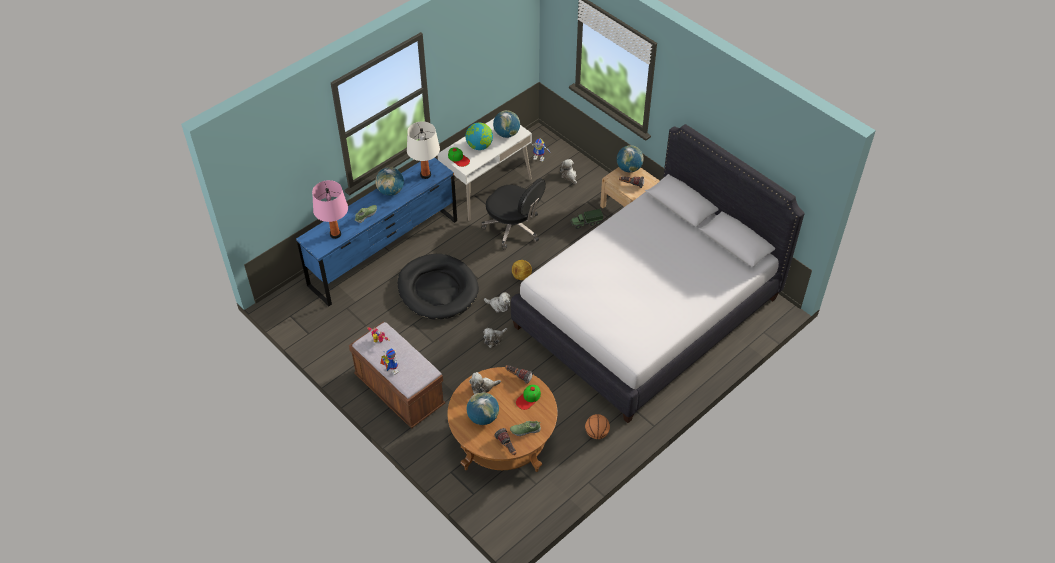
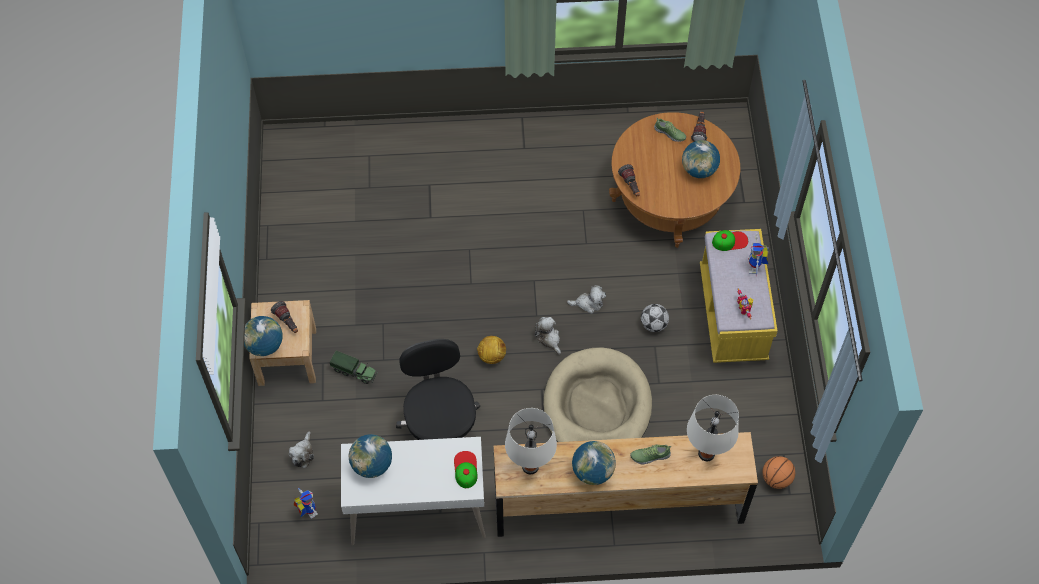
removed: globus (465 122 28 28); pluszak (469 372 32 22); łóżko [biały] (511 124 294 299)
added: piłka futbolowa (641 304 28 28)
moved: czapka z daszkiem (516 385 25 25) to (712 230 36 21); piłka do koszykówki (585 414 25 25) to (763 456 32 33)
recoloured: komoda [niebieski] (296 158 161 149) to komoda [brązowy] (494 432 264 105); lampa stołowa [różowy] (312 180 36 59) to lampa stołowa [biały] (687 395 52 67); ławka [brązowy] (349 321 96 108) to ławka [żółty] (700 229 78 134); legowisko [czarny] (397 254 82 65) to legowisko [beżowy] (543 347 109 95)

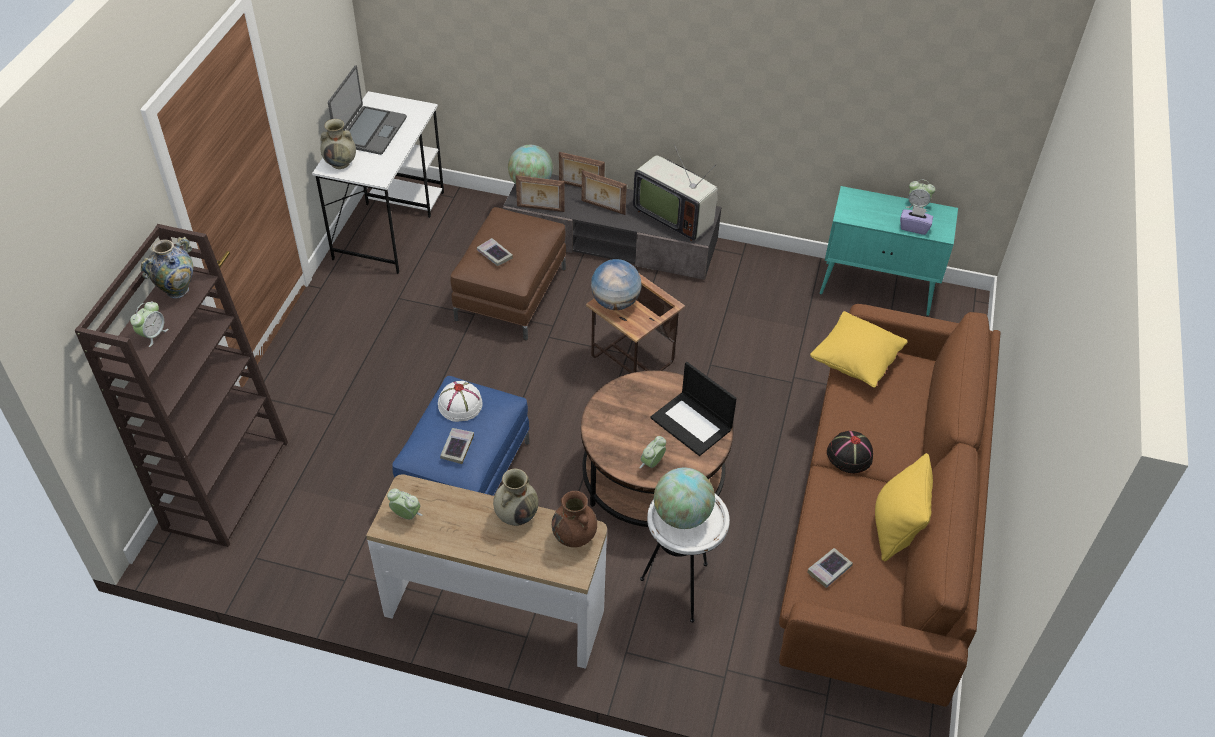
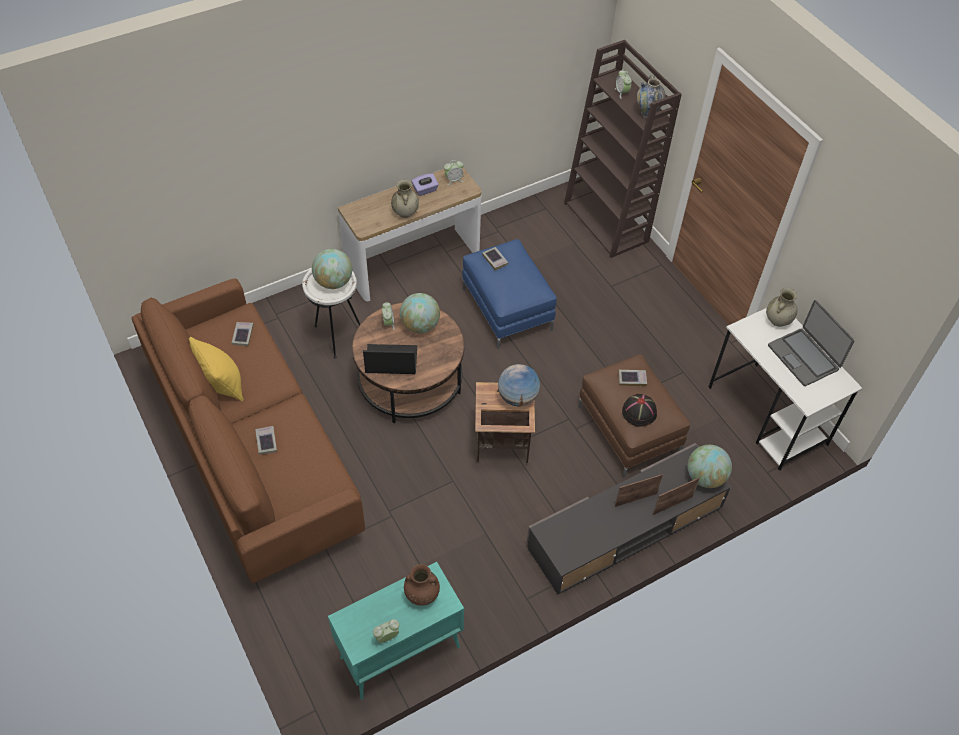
removed: kapelusz [biały] (438 381 45 41); ramka na zdjęcie (516 175 49 37); telewizor (633 145 85 96); poduszka [żółty] (810 311 97 77)
added: książka (255 426 22 29); globus (400 293 40 40)
moved: wazon [brązowy] (552 491 45 56) to (404 564 36 42); kapelusz [czarny] (827 431 46 42) to (622 394 35 33); pudełko chusteczek [fioletowy] (900 206 33 29) to (411 173 28 23)

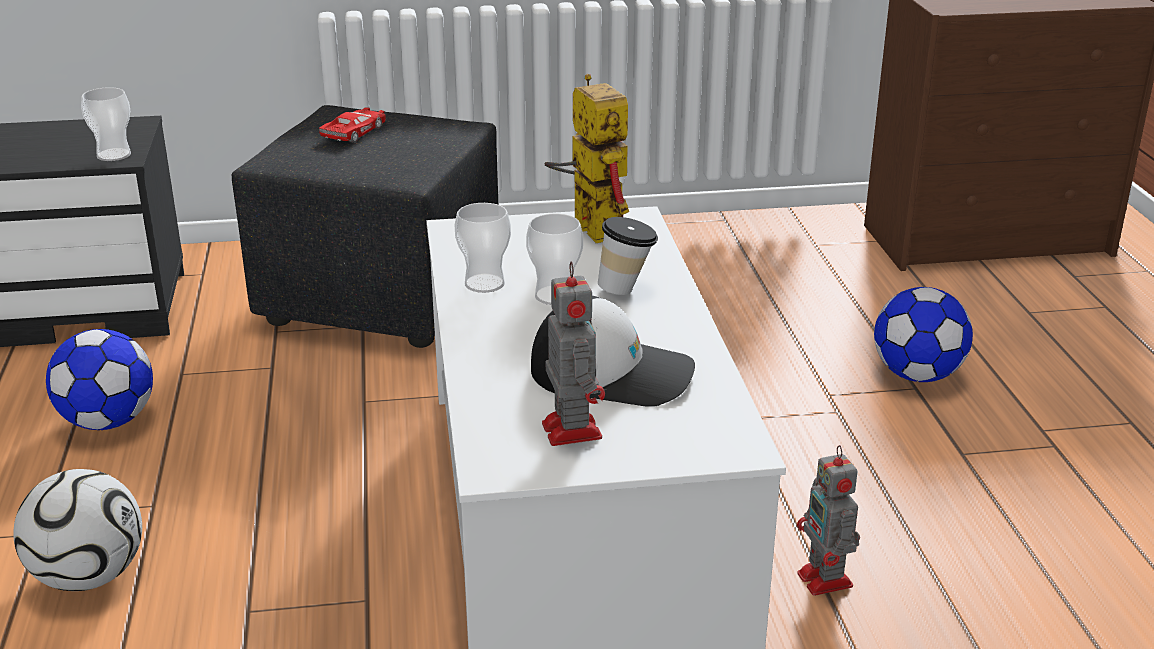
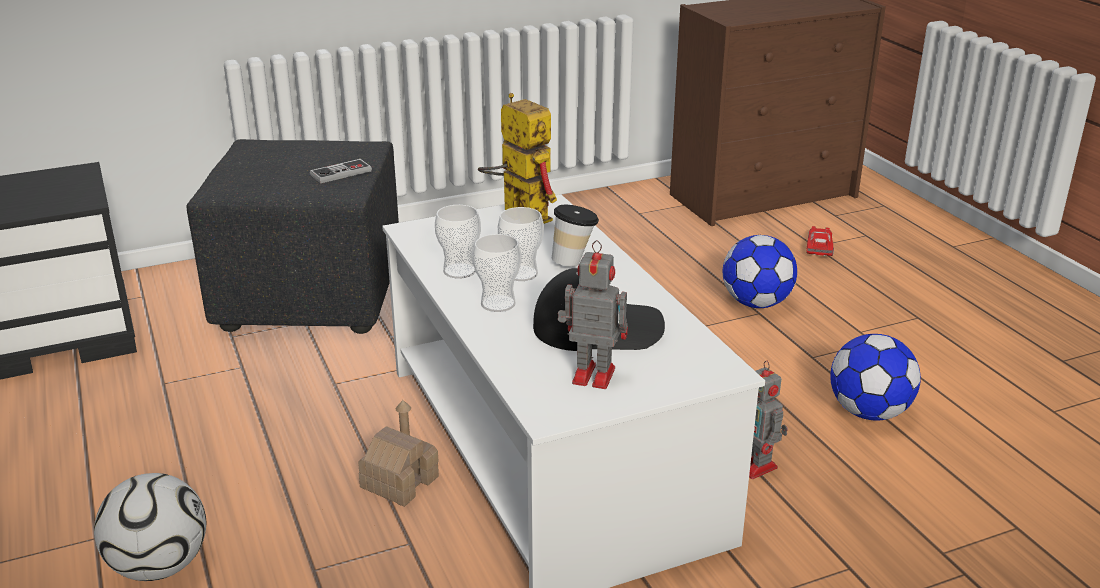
added: pad do gier (310 159 62 24); domek (358 400 81 107)
moved: piłka futbolowa (46 329 107 101) to (830 334 91 87); filiżanka (81 87 50 74) to (473 234 48 78); samochodzik [czerwony] (319 107 67 36) to (806 226 28 30)
turned: robot zabawkowy (542 261 63 185) = (558 240 70 149) 45 degrees counterclockwise

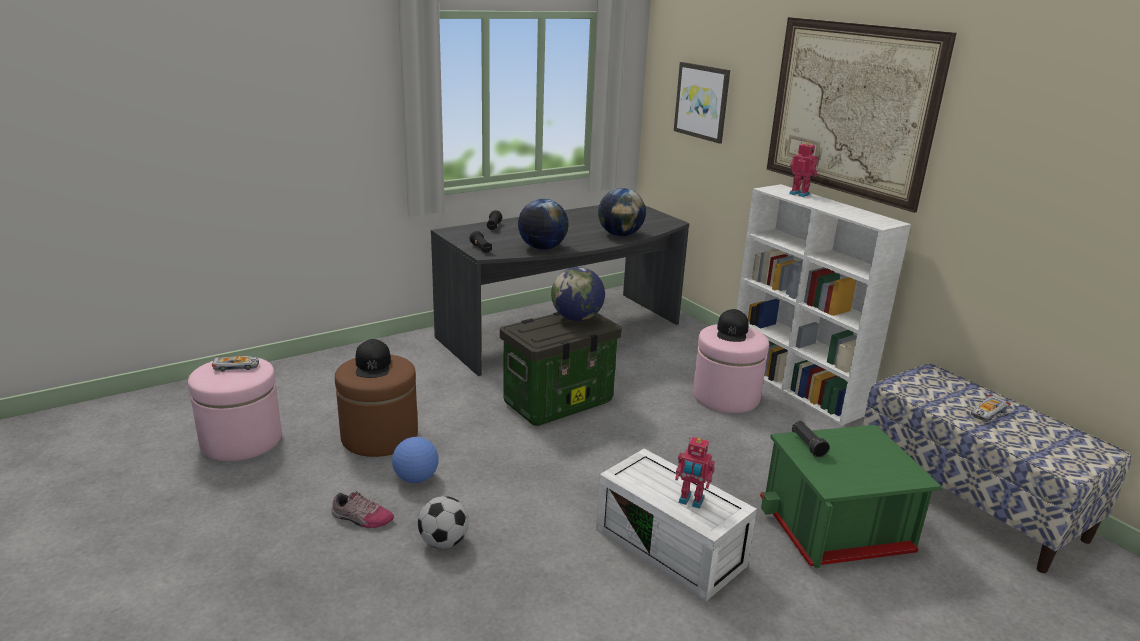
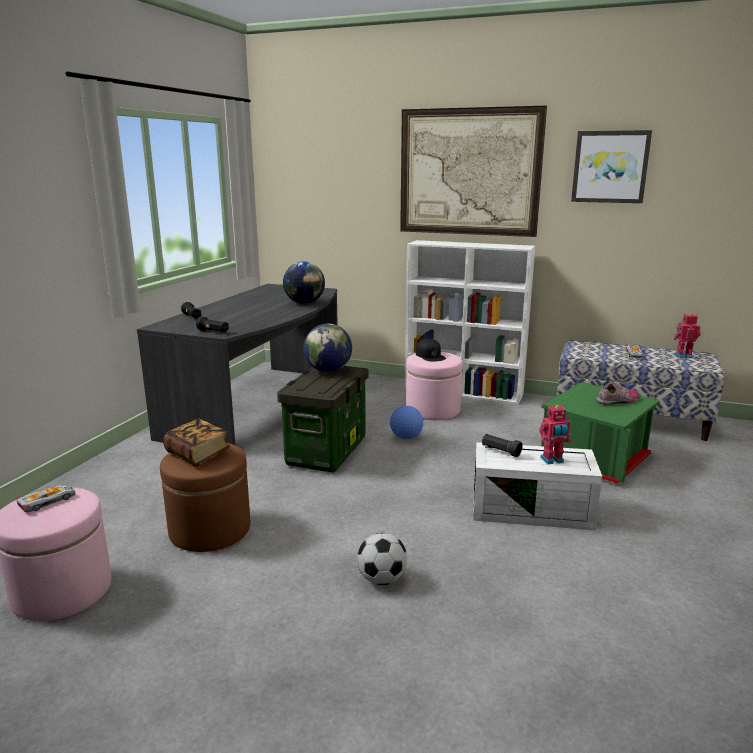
removed: globus (518 199 51 51)
moved: but (332 491 62 37) to (596 382 43 23); piłka futbolowa (392 437 47 46) to (390 406 33 33); obraz (674 62 56 82) to (571 130 81 73); robot zabawkowy (789 142 29 55) to (674 313 27 45); latarka [czarny] (792 421 38 36) to (482 434 41 23)
replaced: czapka z daszkiem [czarny] (356 339 35 39) to książka (163 419 67 47)

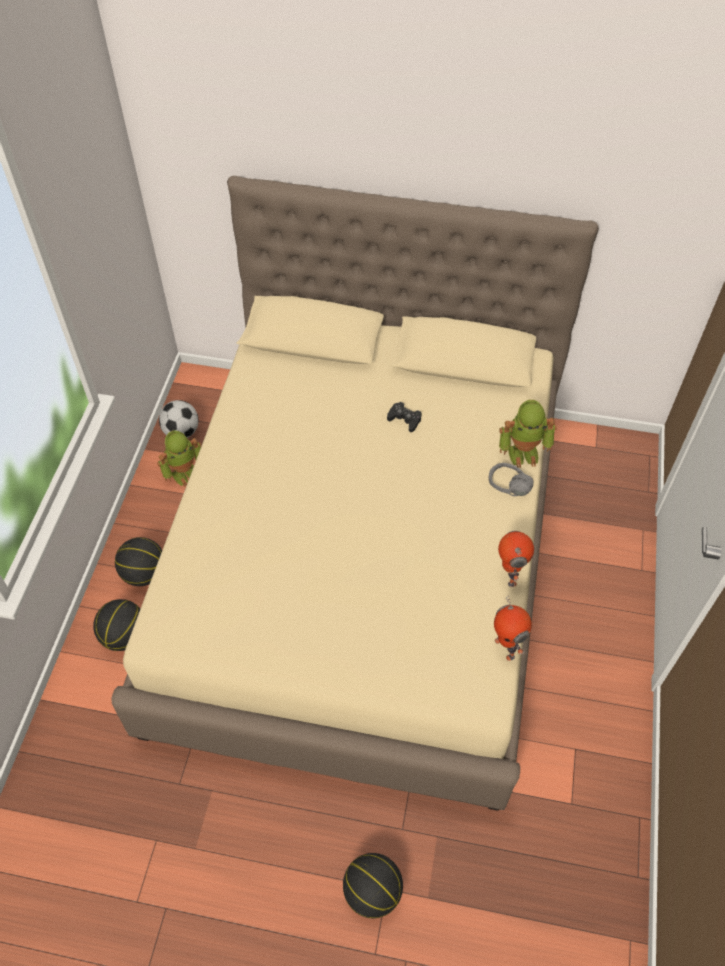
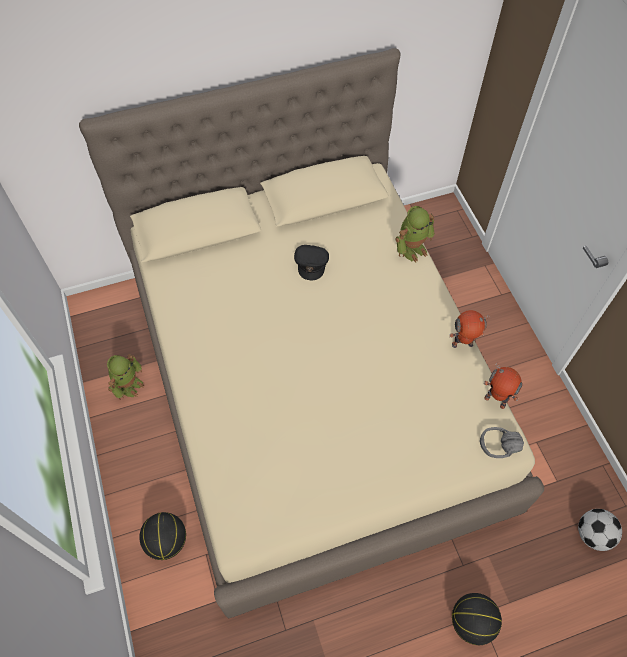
removed: piłka do koszykówki (115 537 47 49)
moved: piłka futbolowa (159 400 40 38) to (578 509 44 42); słuchawki [szary] (489 463 45 33) to (480 427 44 31)
replaced: pad do gier [czarny] (387 402 34 30) to czapka z daszkiem [czarny] (294 245 35 35)
turned: robot zabawkowy (498 531 36 56) = (449 310 41 38) 60 degrees counterclockwise

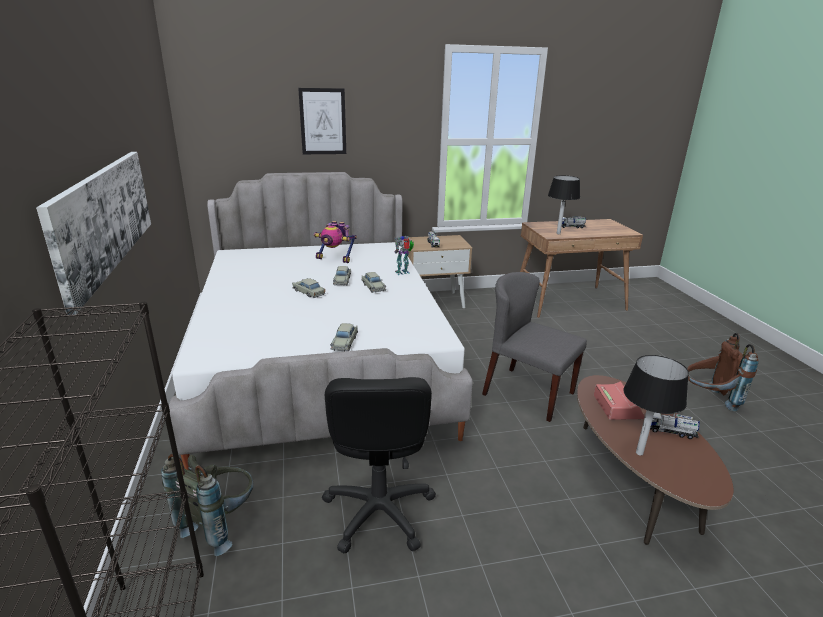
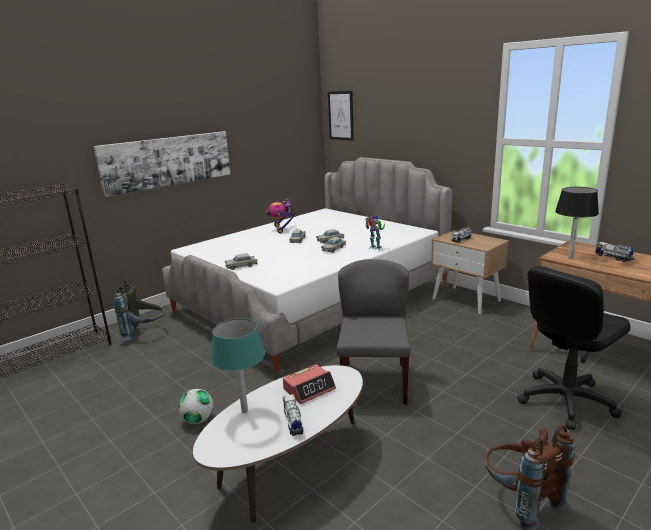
added: piłka futbolowa (178 389 35 35)
moved: obraz (298 88 48 66) to (328 91 26 50); robot zabawkowy (314 221 43 42) to (266 199 31 35); krzesło biurowe [czarny] (322 377 114 176) to (517 266 114 164)
recoloured: ława [brązowy] (577 375 156 170) to ława [biały] (193 365 170 158); lampa stołowa [czarny] (623 355 66 100) to lampa stołowa [turkusowy] (211 319 54 94)

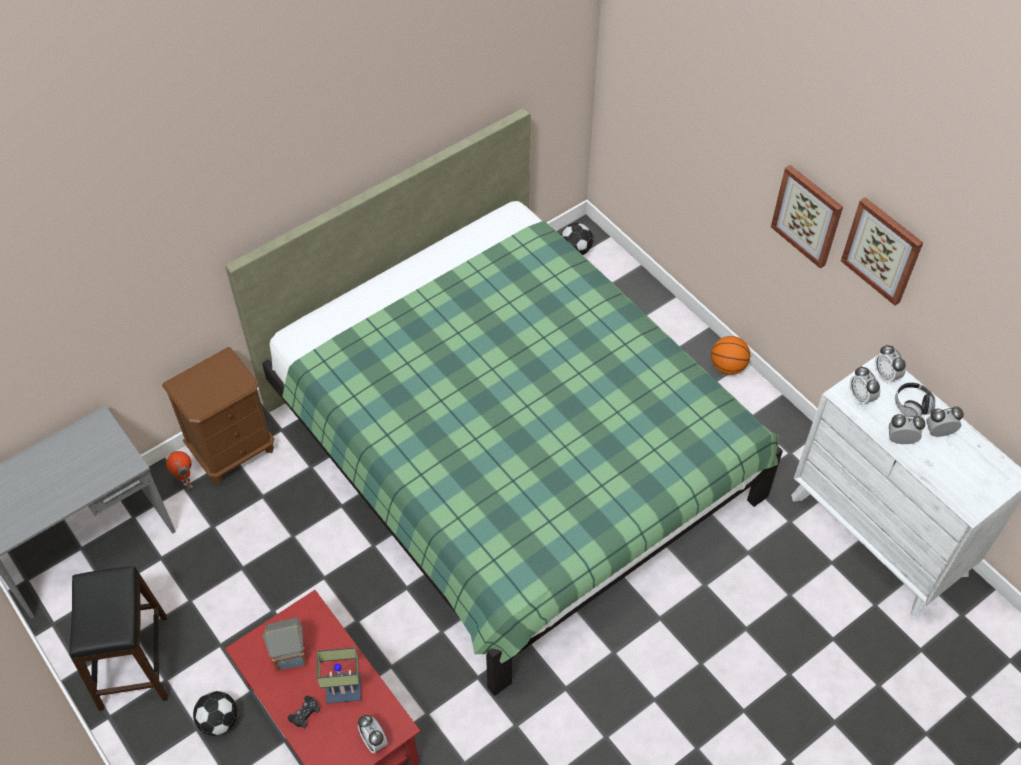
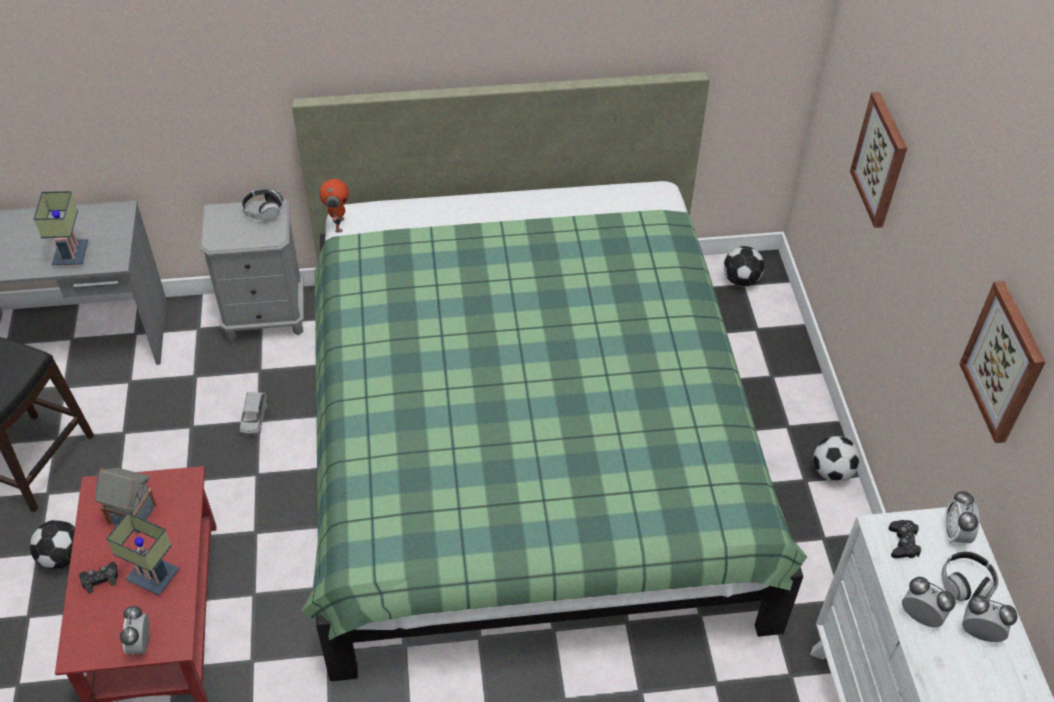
added: lampa stołowa (34 191 54 75); samochodzik [szary] (240 392 27 43); słuchawki (242 189 42 31)
moved: robot zabawkowy (166 451 27 38) to (319 179 30 54); obraz (771 165 72 104) to (850 92 57 136)
replaced: piłka do koszykówki (711 336 39 39) to piłka futbolowa (813 436 47 46); budzik (850 366 30 40) to pad do gier [czarny] (889 520 32 38)
recoloured: szafka nocna [brązowy] (162 347 112 137) to szafka nocna [szary] (200 199 104 142)

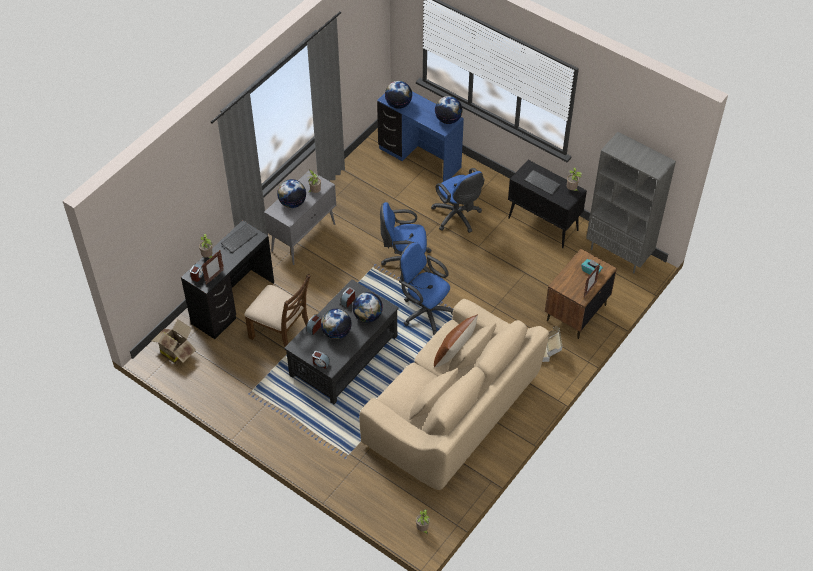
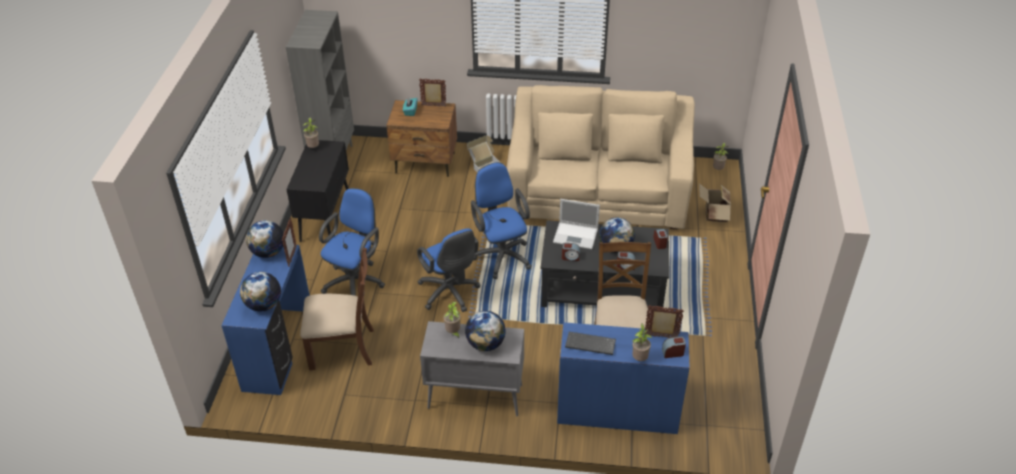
removed: poduszka [brązowy] (434 314 44 54); klawiatura (524 170 37 25)
added: ramka na zdjęcie (282 218 15 49); krzesło [brązowy] (300 248 74 122)
moved: karton (151 319 45 45) to (699 184 32 38)
replaced: globus (352 292 31 31) to laptop (553 199 47 50)
recoloured: biurko [czarny] (181 220 93 119) to biurko [niebieski] (557 322 133 112)
turned: krzesło biurowe [niebieski] (400 242 53 93) = (471 162 61 117) 150 degrees clockwise

